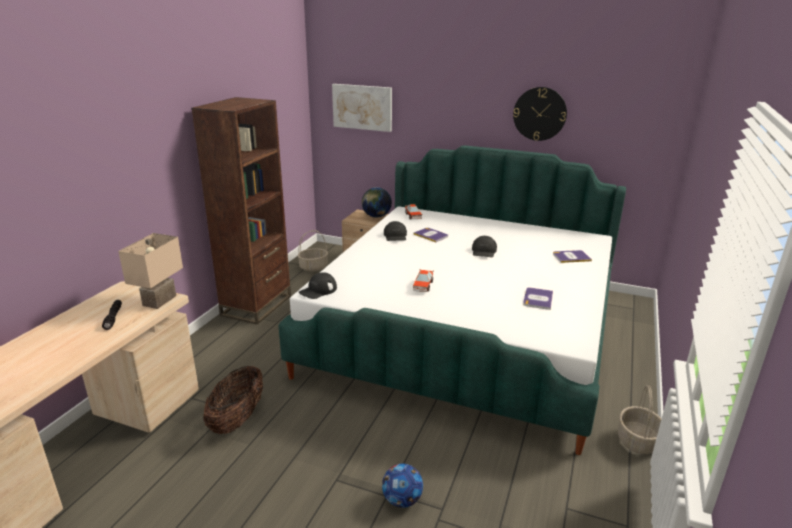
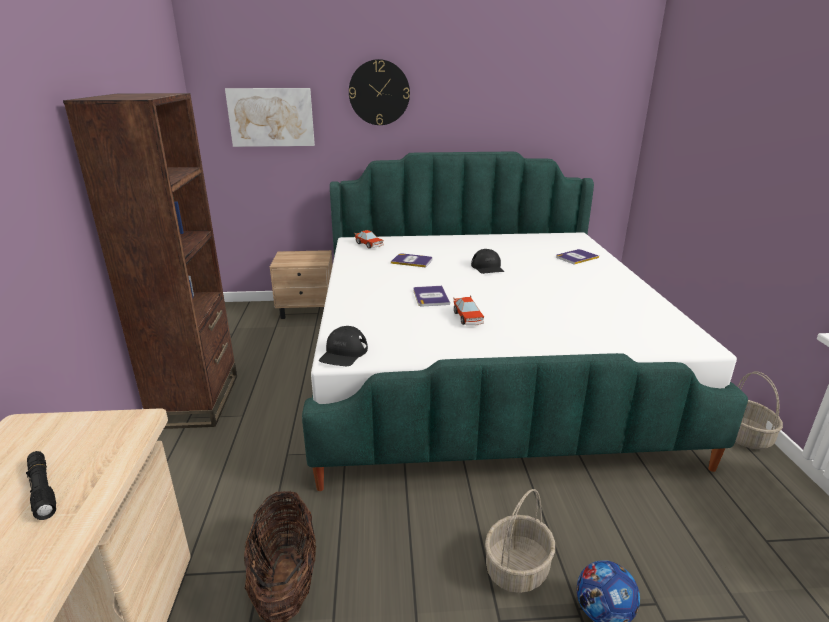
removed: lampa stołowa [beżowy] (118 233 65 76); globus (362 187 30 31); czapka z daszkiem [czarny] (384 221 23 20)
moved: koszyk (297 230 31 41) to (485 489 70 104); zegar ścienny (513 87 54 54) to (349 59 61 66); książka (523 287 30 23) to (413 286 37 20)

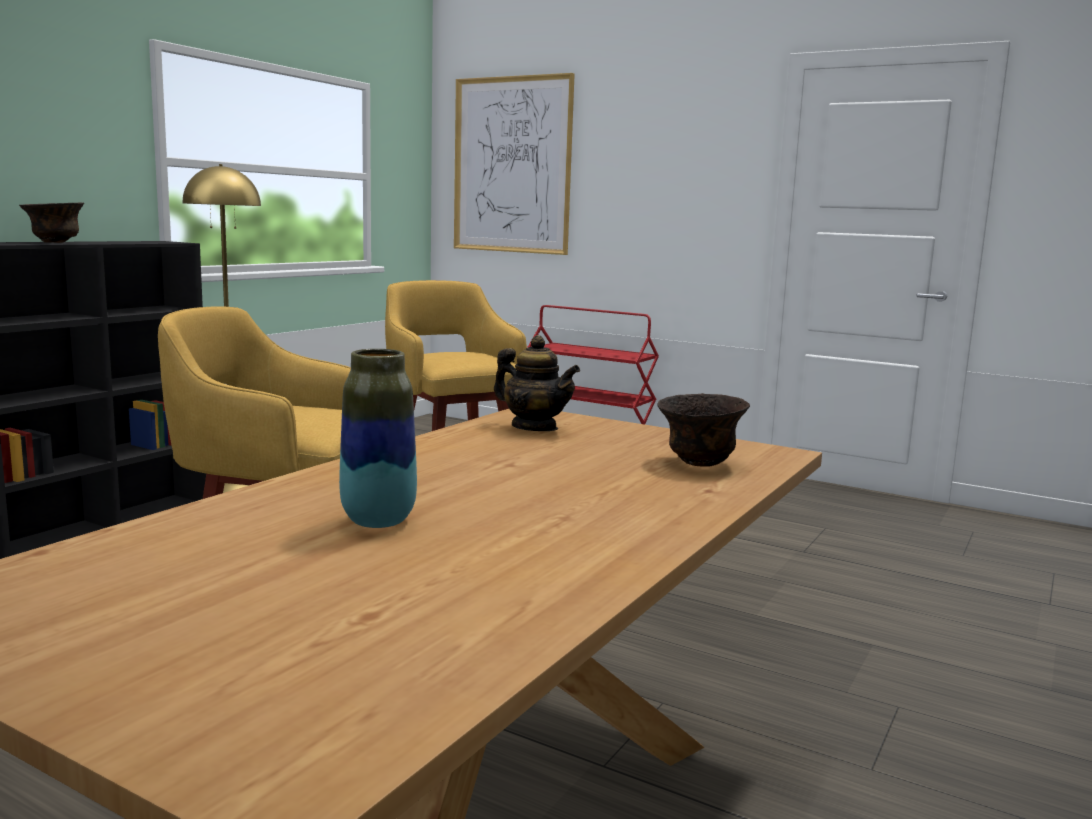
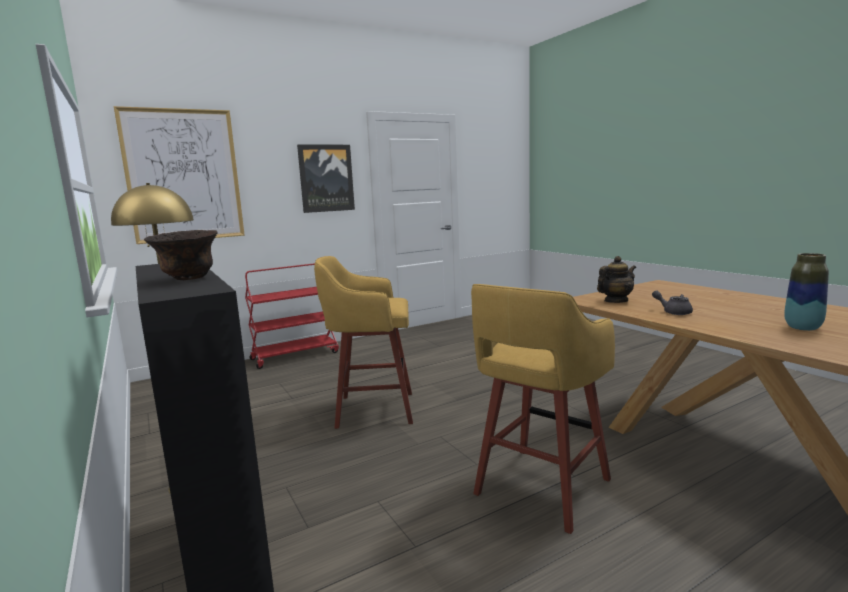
removed: miska [brązowy] (658 393 92 74)
added: obraz (297 144 58 69); imbryk [szary] (652 290 41 25)

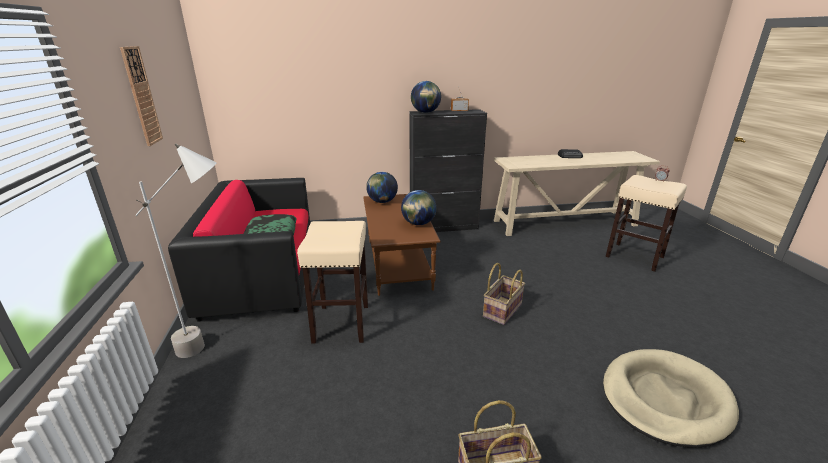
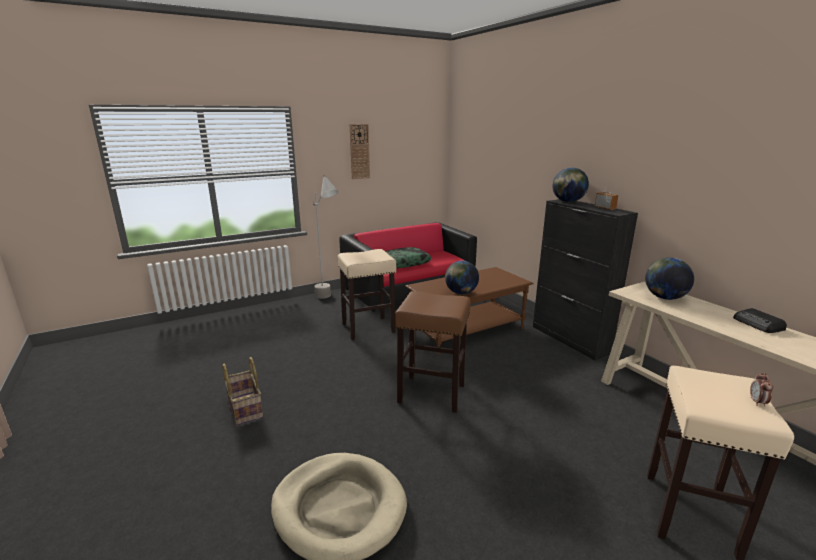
moved: globus (366 172 32 31) to (645 258 49 42)
replaced: koszyk (483 263 42 62) to stołek [brązowy] (395 291 76 122)

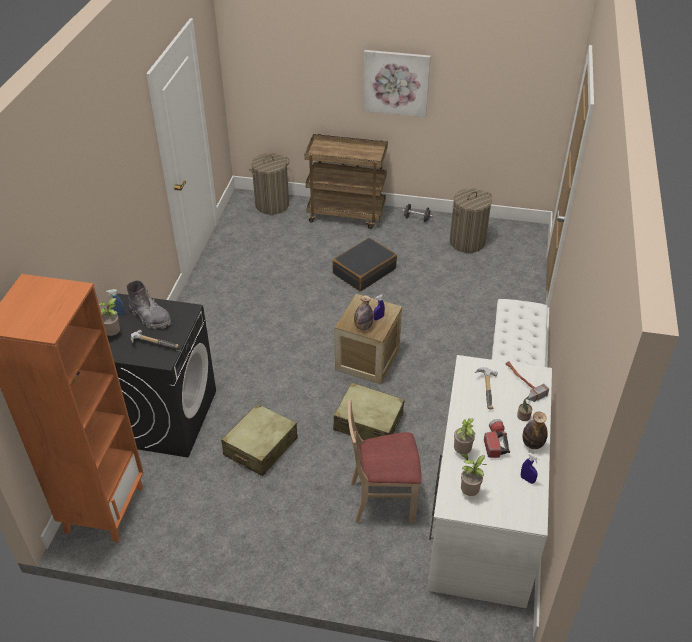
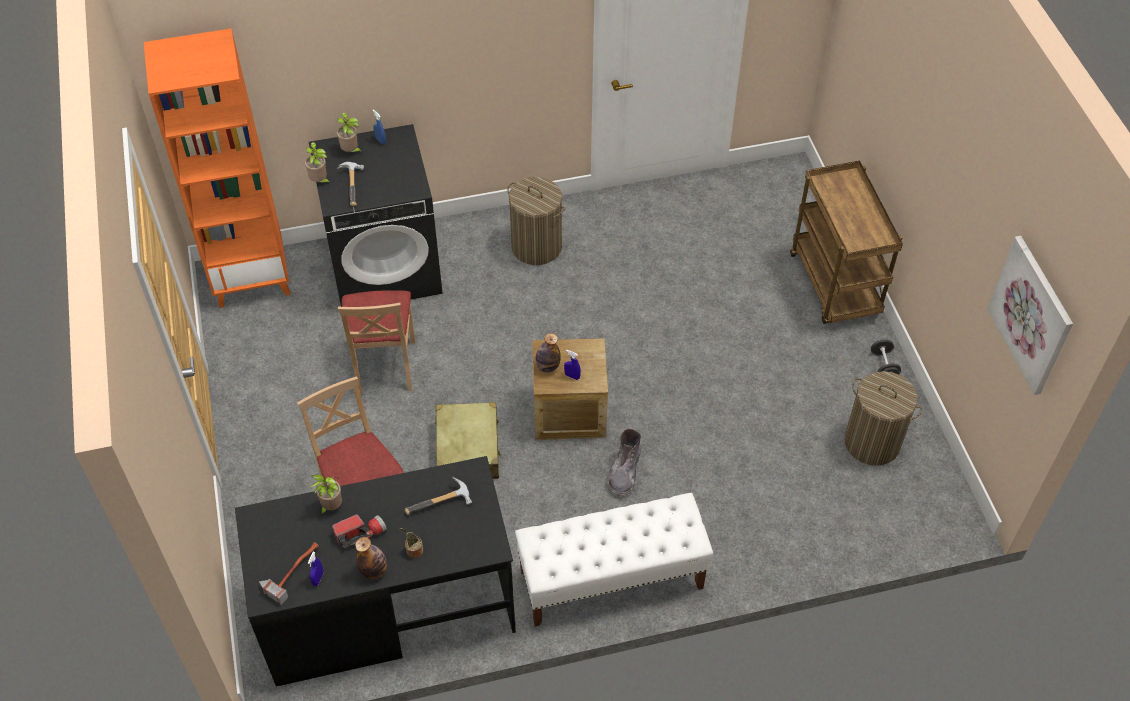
removed: walizka [czarny] (333 238 64 53)
moved: but z cholewką [szary] (126 281 45 48) to (608 429 33 69); kosz na pranie (249 153 40 62) to (507 177 58 88); obraz (363 50 68 67) to (987 236 86 159); roślina doniczkowa (461 455 26 41) to (305 142 26 42); młotek (505 361 44 42) to (259 542 60 63)
replaced: walizka [beżowy] (221 403 77 73) to krzesło [beżowy] (338 290 77 104)
recoloured: biurko [biały] (427 355 125 253) to biurko [czarny] (235 456 281 230)

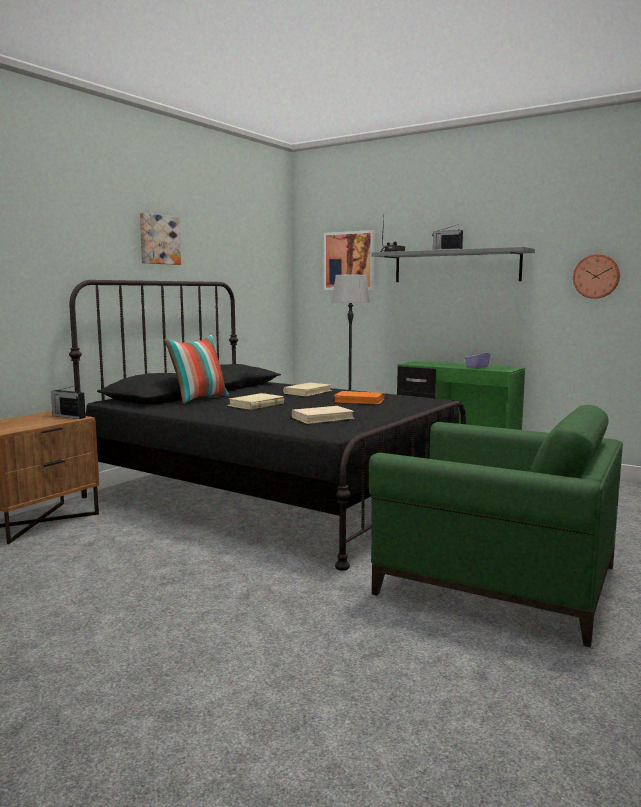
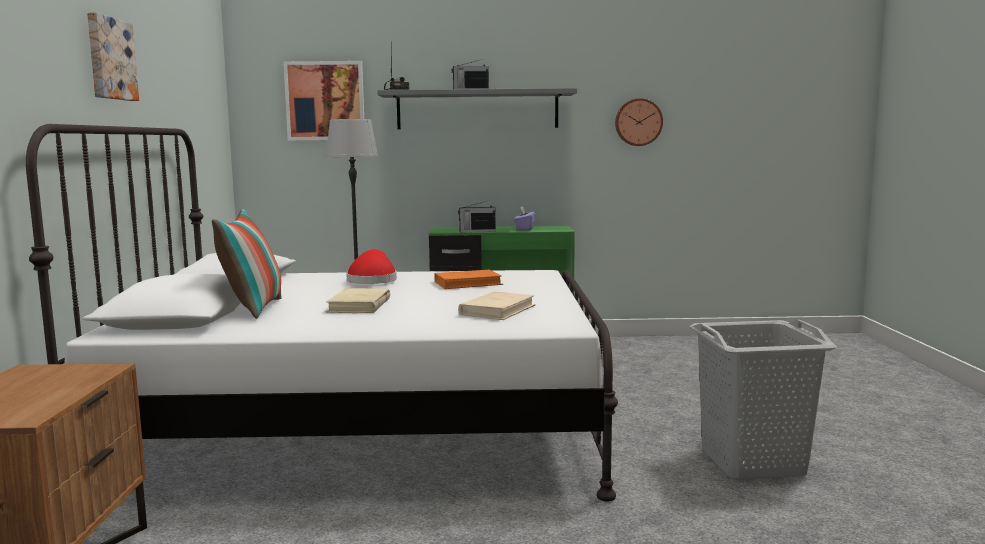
moved: radio (51 385 35 34) to (458 201 38 31)
replaced: książka [beżowy] (283 383 49 13) to kapelusz [czerwony] (346 249 51 35); fotel [zielony] (369 405 254 242) to kosz na pranie [szary] (690 320 147 160)
recoloured: łóżko [czarny] (69 280 397 291) to łóżko [biały] (26 124 592 378)

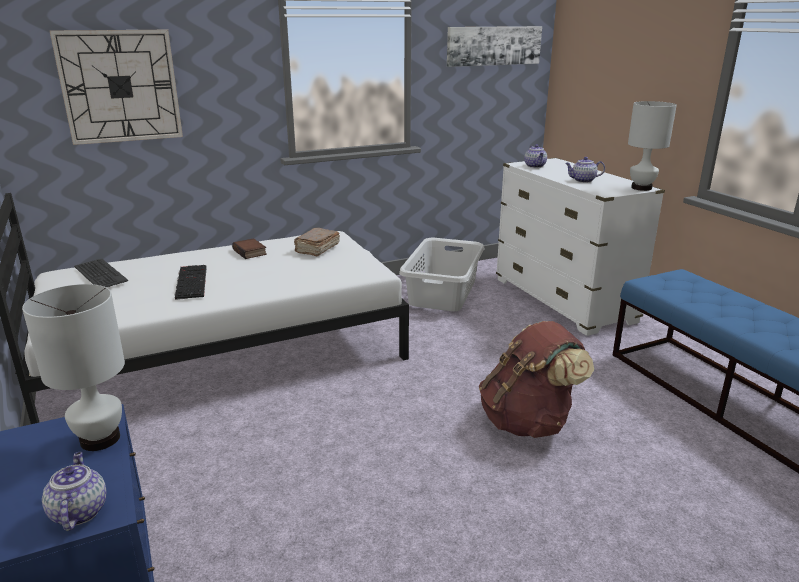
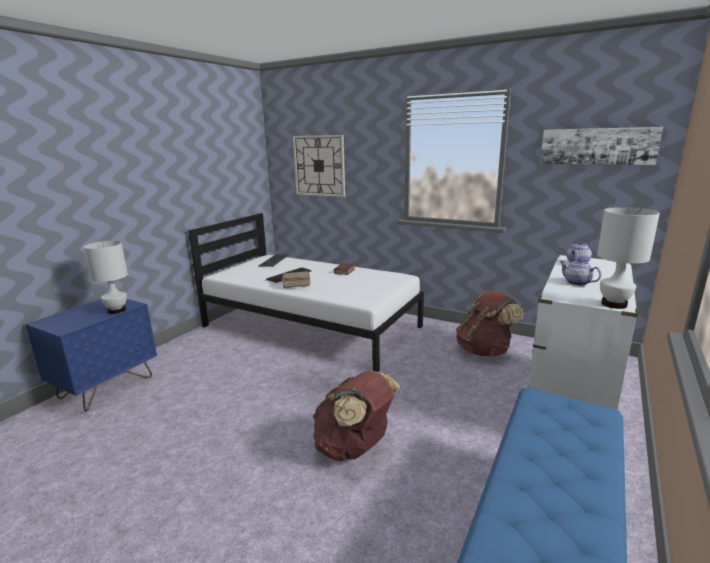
removed: imbryk (42 452 64 79)
moved: książka [brązowy] (294 228 46 29) to (282 271 29 18)
replaced: kosz na pranie [szary] (399 238 85 73) to plecak [brązowy] (456 291 68 65)

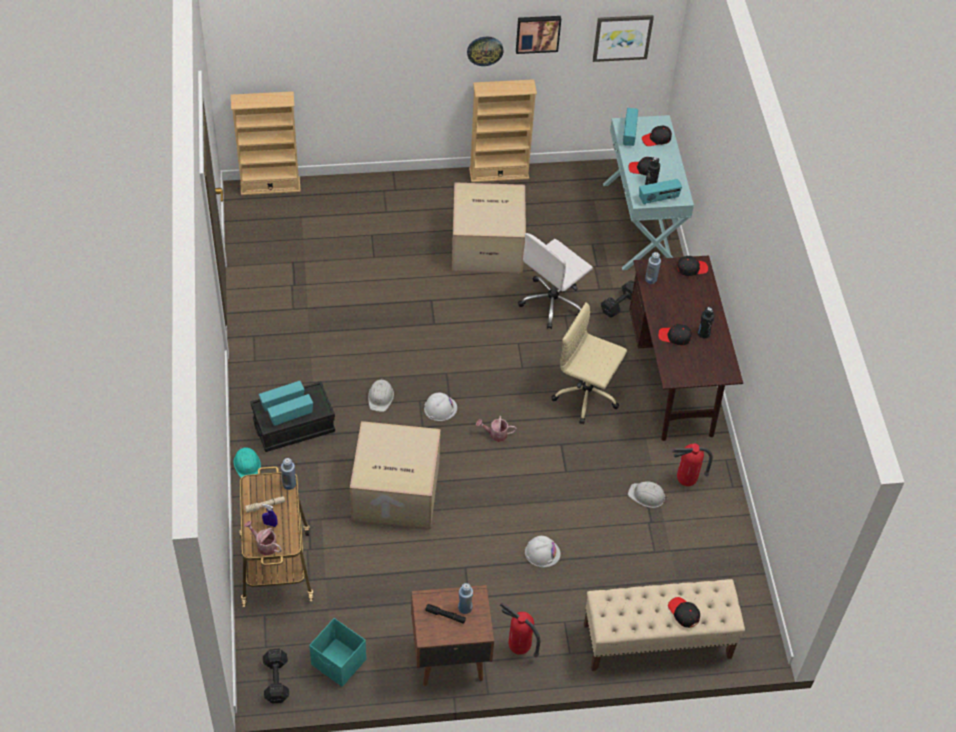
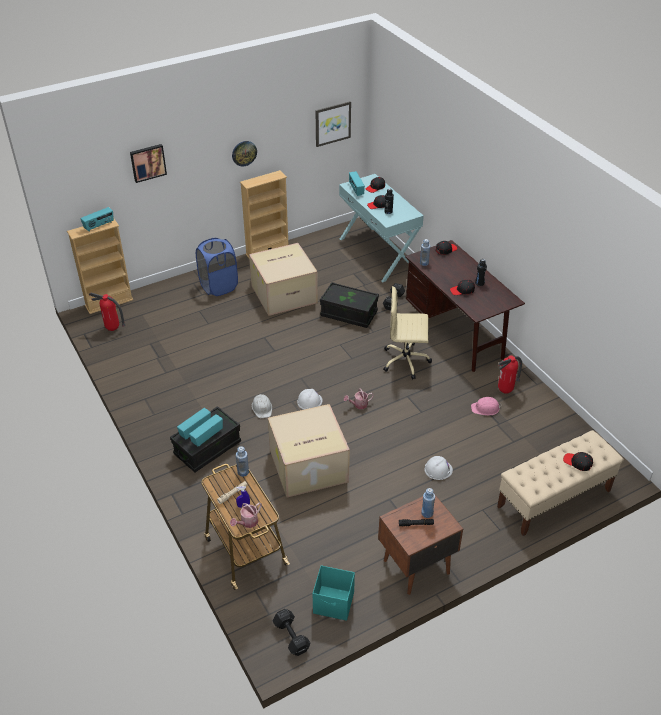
removed: kask [turkusowy] (233 447 28 31)
added: kosz na pranie [niebieski] (196 238 42 58)
moved: gaśnica (500 603 40 54) to (89 292 36 39); obraz (516 16 45 38) to (130 144 37 39); radio (639 179 43 26) to (80 207 34 25)
replaced: krzesło biurowe [biały] (518 233 75 96) to pojemnik do przechowywania [czarny] (320 282 59 46)
recoloured: kask [biały] (628 481 40 27) to kask [różowy] (471 397 30 19)
turned: konewka (244 521 38 35) = (230 503 32 25) 60 degrees counterclockwise

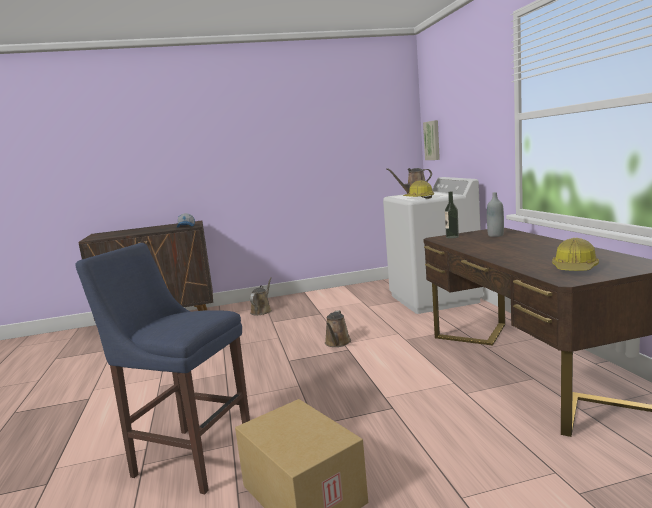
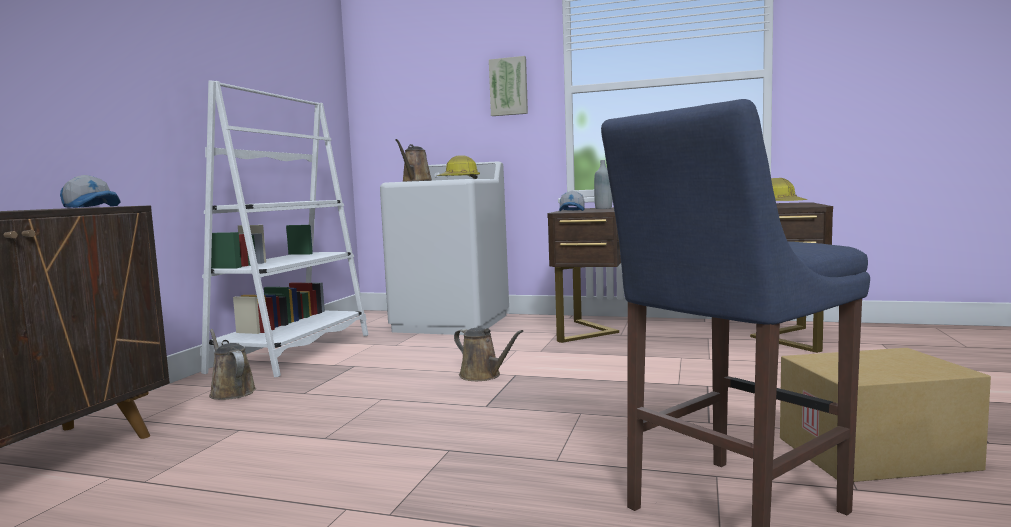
added: regał [biały] (200 80 169 297)
moved: obraz (423 120 17 40) to (489 56 39 60)
replaced: butelka (445 191 14 47) to czapka z daszkiem (559 191 26 20)

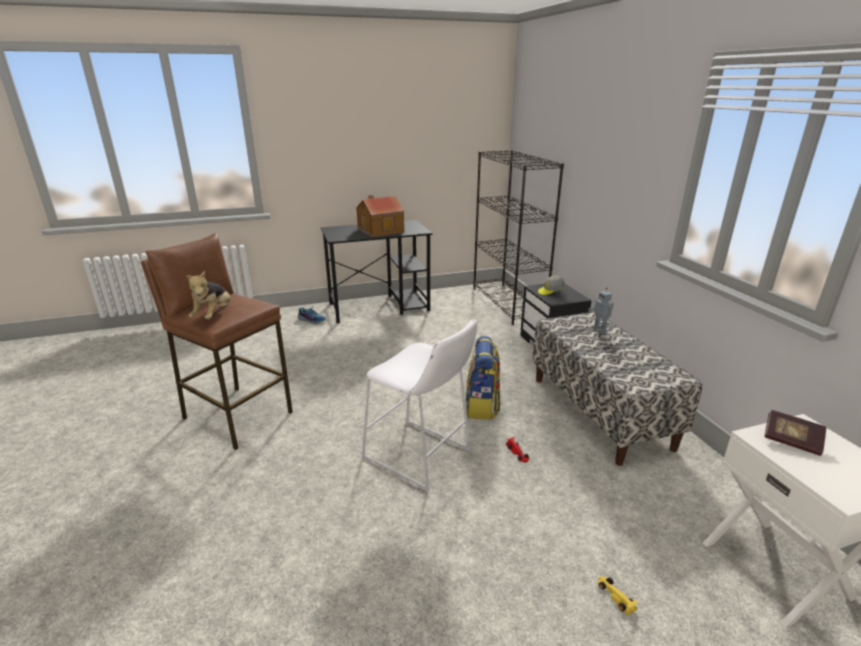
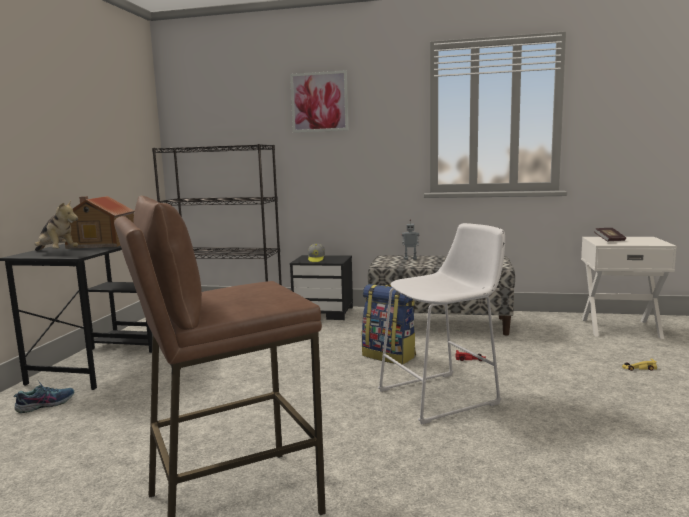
added: obraz (290 70 58 63)
moved: pluszak (186 271 45 48) to (34 200 44 51)

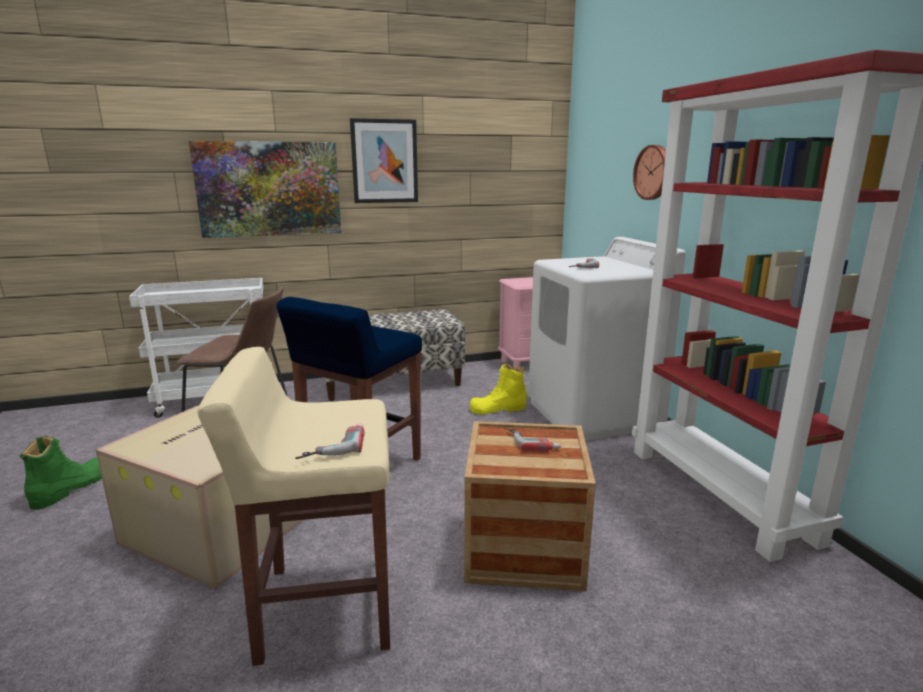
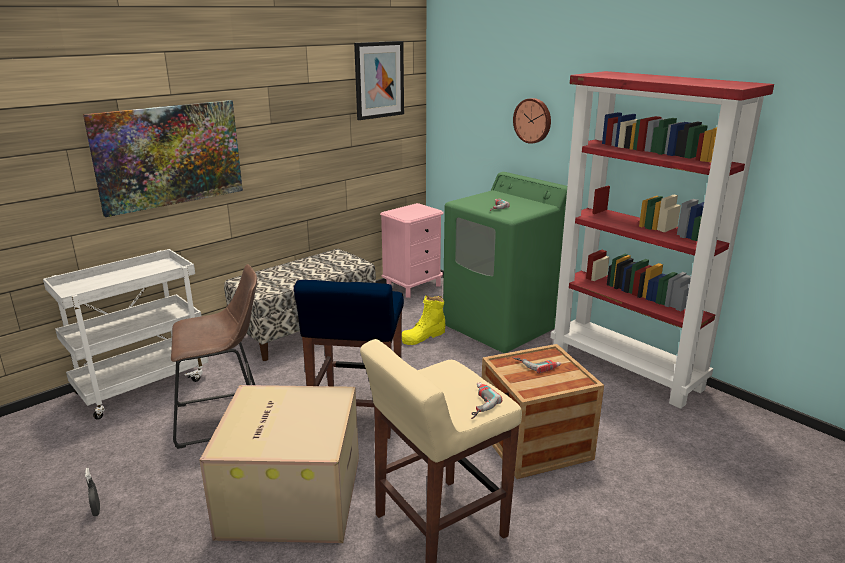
moved: obraz (350 118 68 85) to (354 41 50 79)
replaced: but z cholewką [zielony] (20 436 82 74) to spryskiwacz [szary] (85 468 15 48)
recoloured: pralka [biały] (528 237 158 204) to pralka [zielony] (443 172 124 181)

